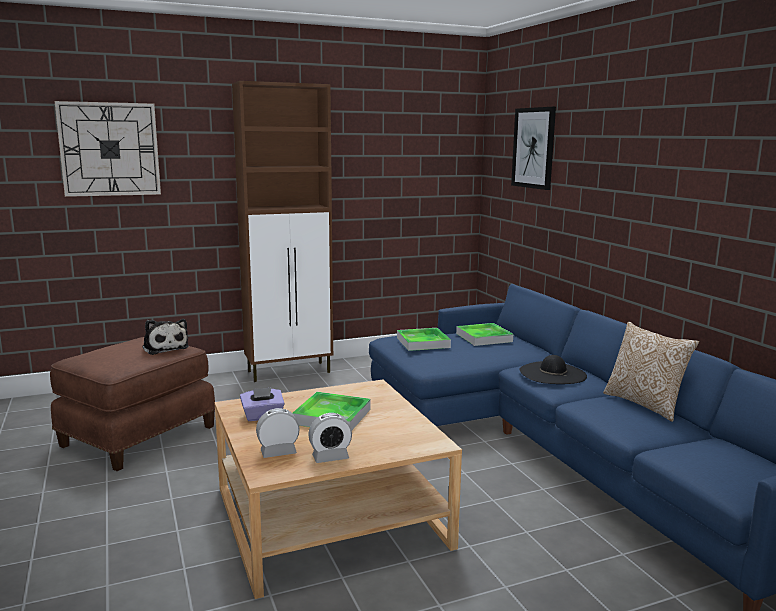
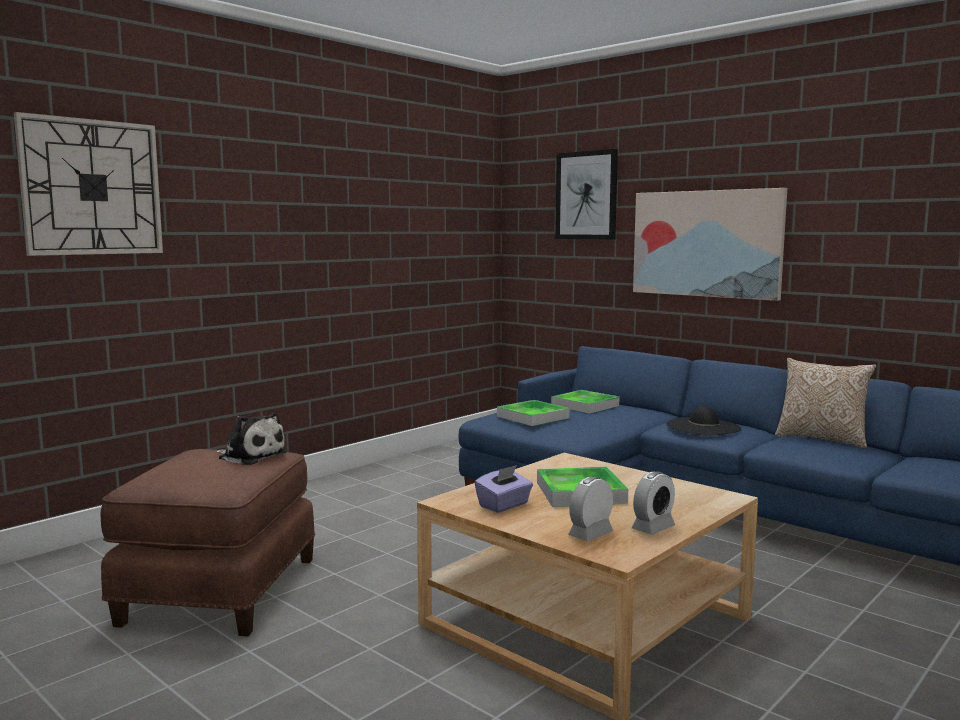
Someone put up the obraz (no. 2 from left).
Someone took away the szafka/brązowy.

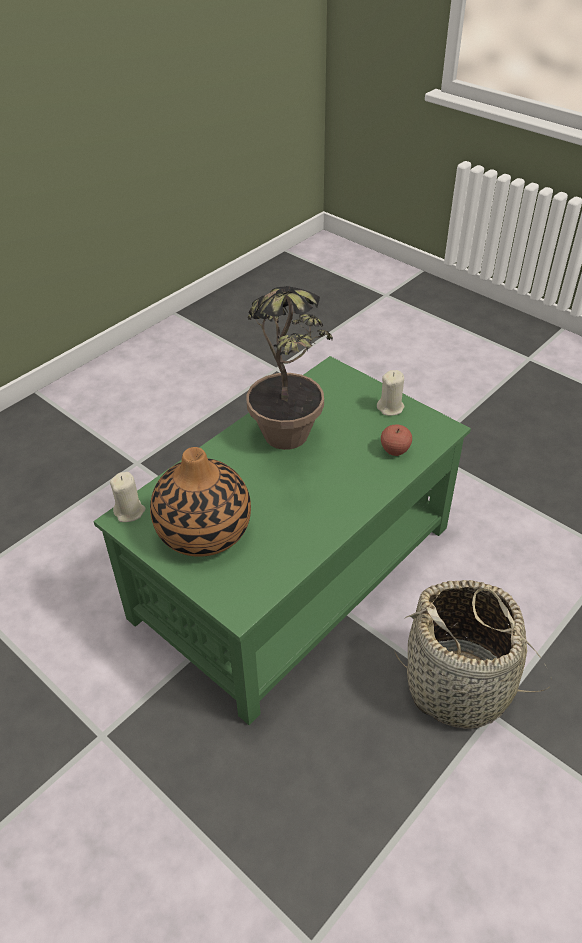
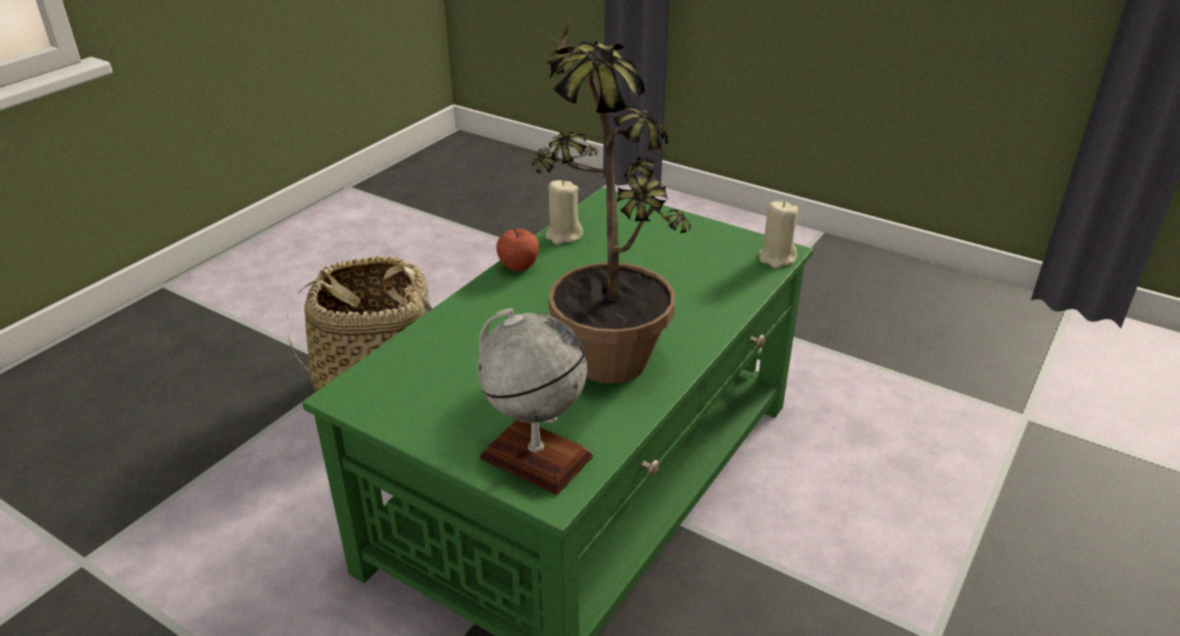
Someone put down the globus.
Someone carried the jabłko.
Someone carried the świeca/beżowy (no. 2 from left in the first image).
Someone took away the wazon.

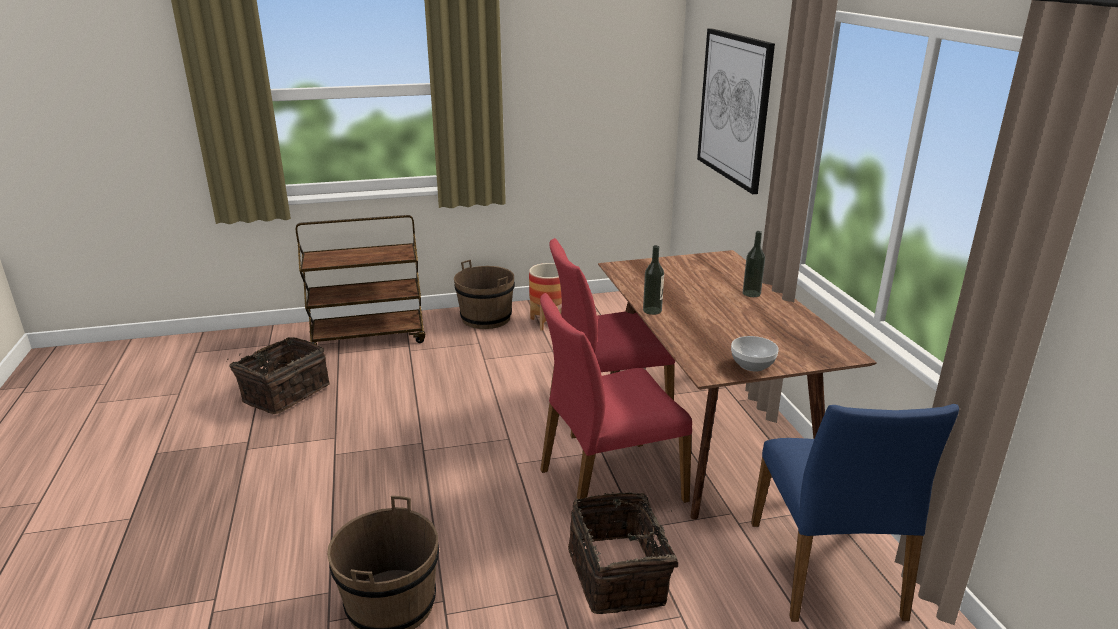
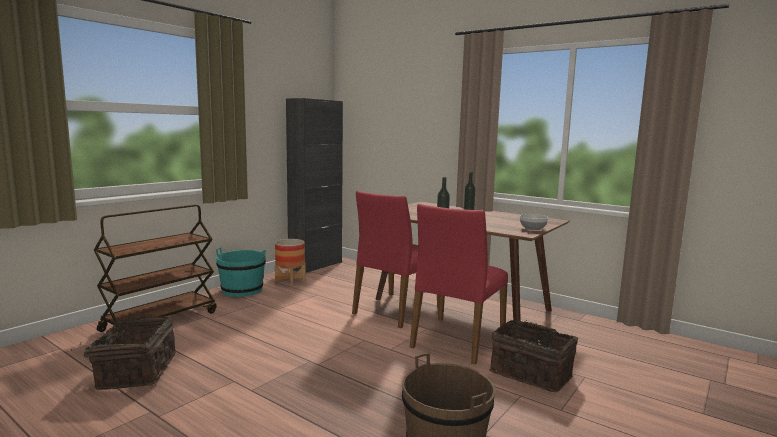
Someone repainted the wiadro/brązowy (no. 2 from left), which became the wiadro/turkusowy.
Someone put down the szafka/czarny.
Someone took away the obraz.
Someone took away the krzesło/niebieski.

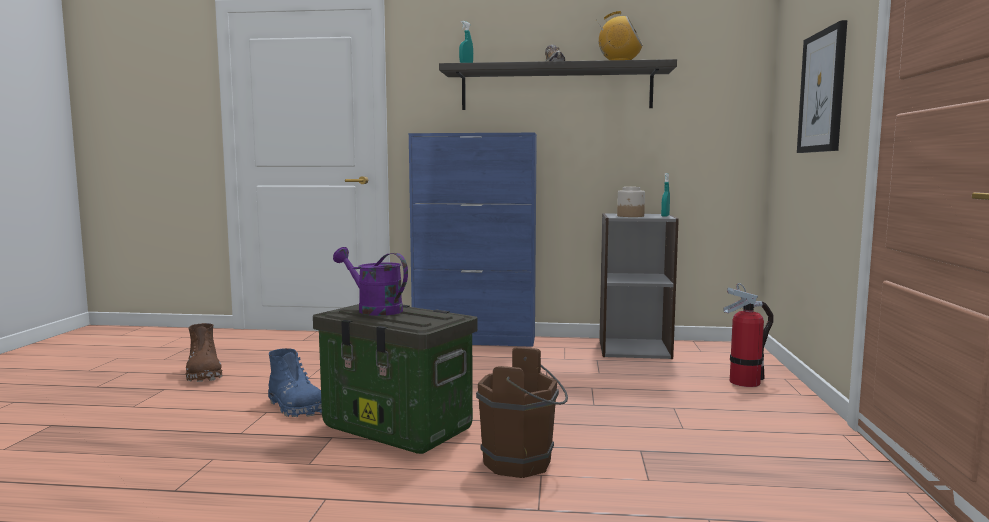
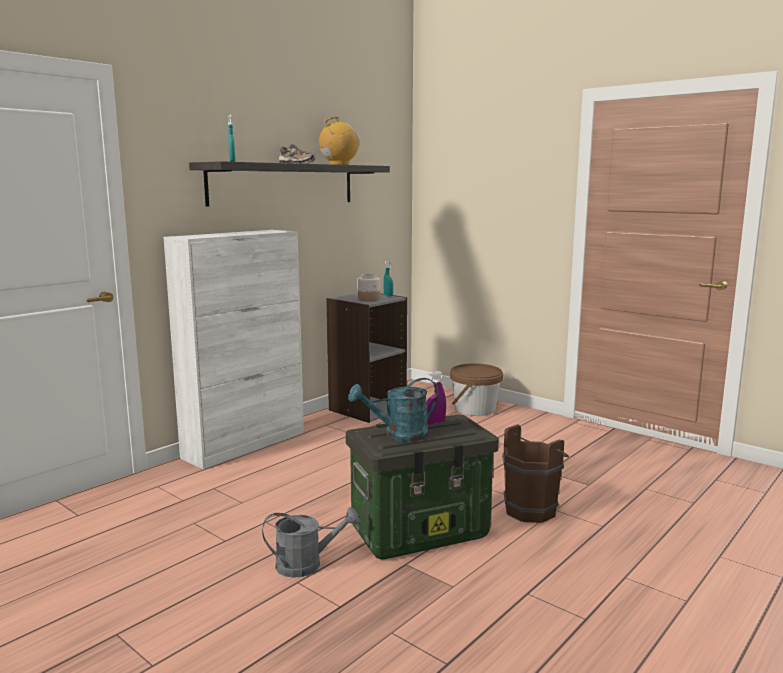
Someone repainted the szafka/niebieski, which became the szafka/biały.
Someone swapped the but z cholewką/niebieski for the konewka/szary.
Someone repainted the konewka/fioletowy, which became the konewka/turkusowy.
Someone put down the spryskiwacz/fioletowy.
Someone swapped the gaśnica for the wiadro/brązowy (no. 1 from left).
Someone took away the but z cholewką/brązowy.
Someone took away the obraz.

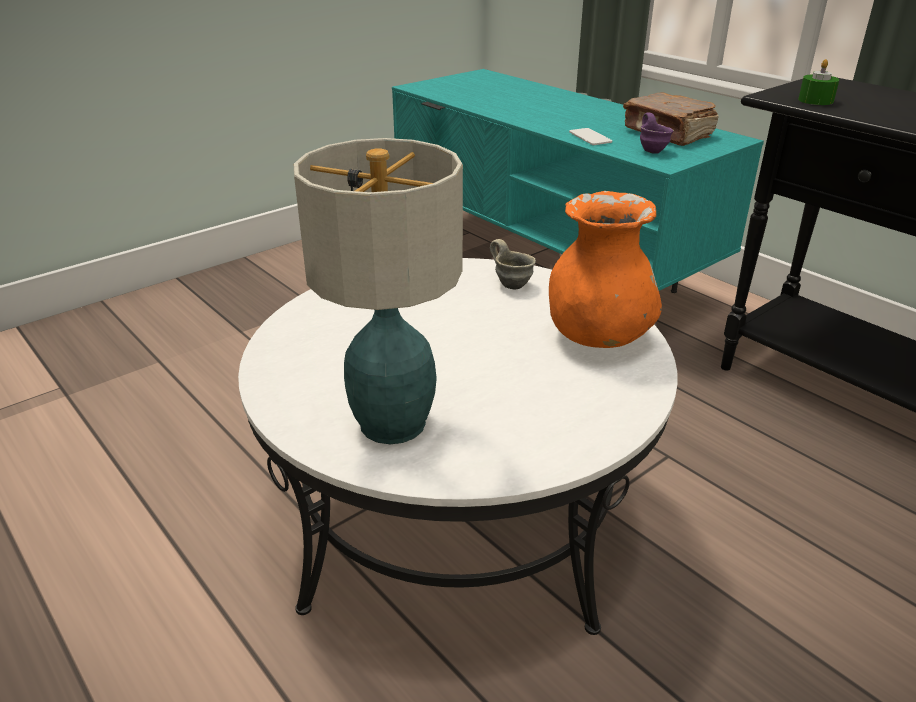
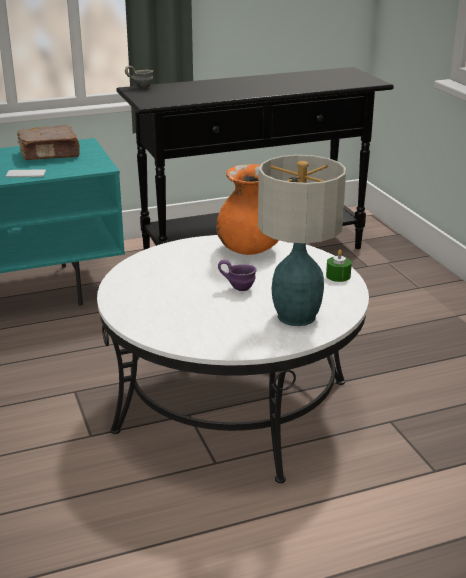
Someone carried the kubek/szary.
Someone carried the kubek/fioletowy.
Someone carried the świeca/zielony.

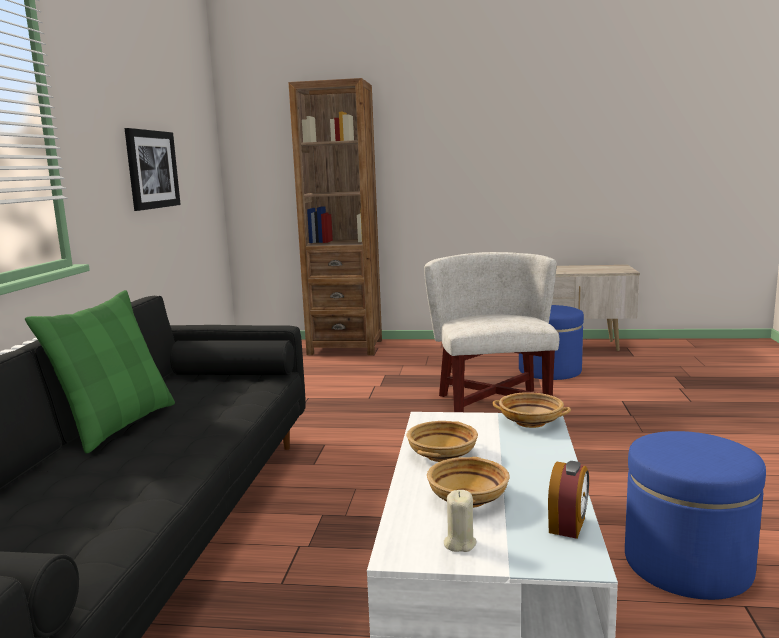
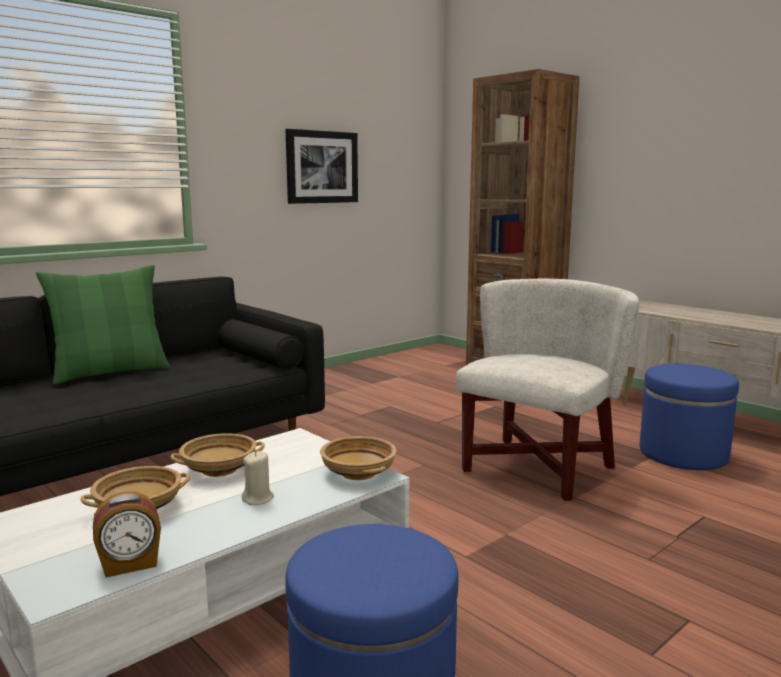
Someone carried the świeca/beżowy.

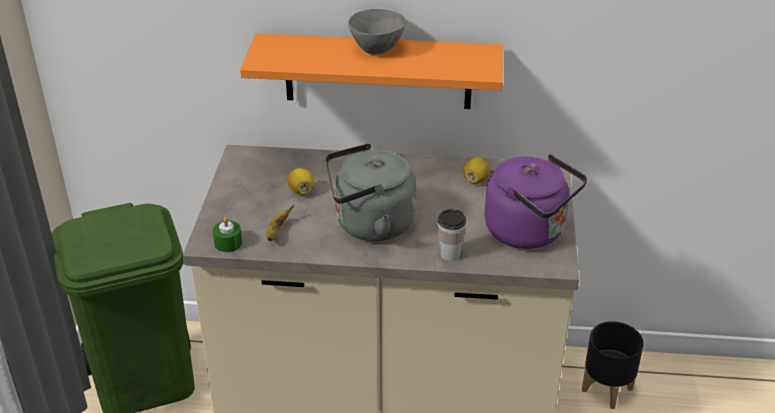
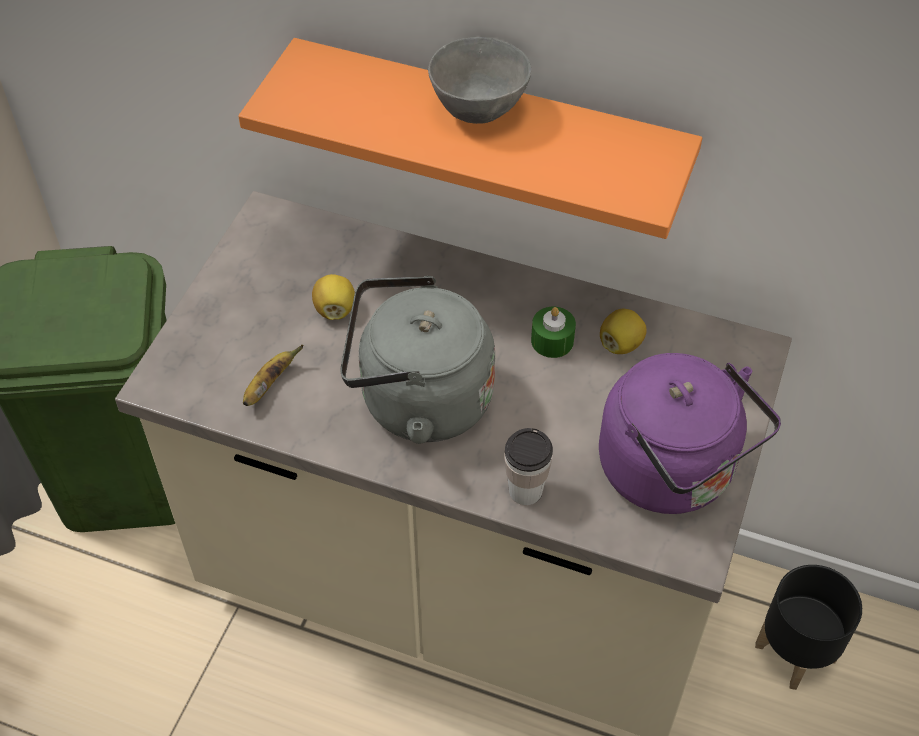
Someone carried the świeca/zielony.

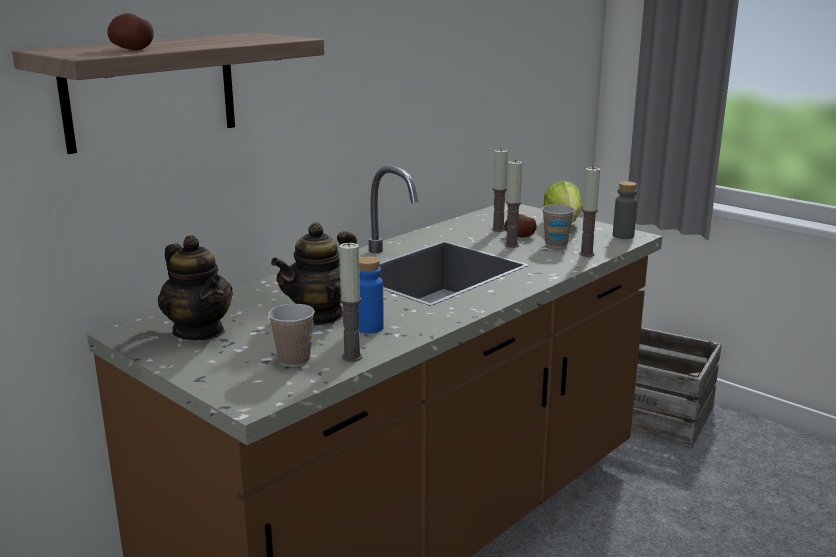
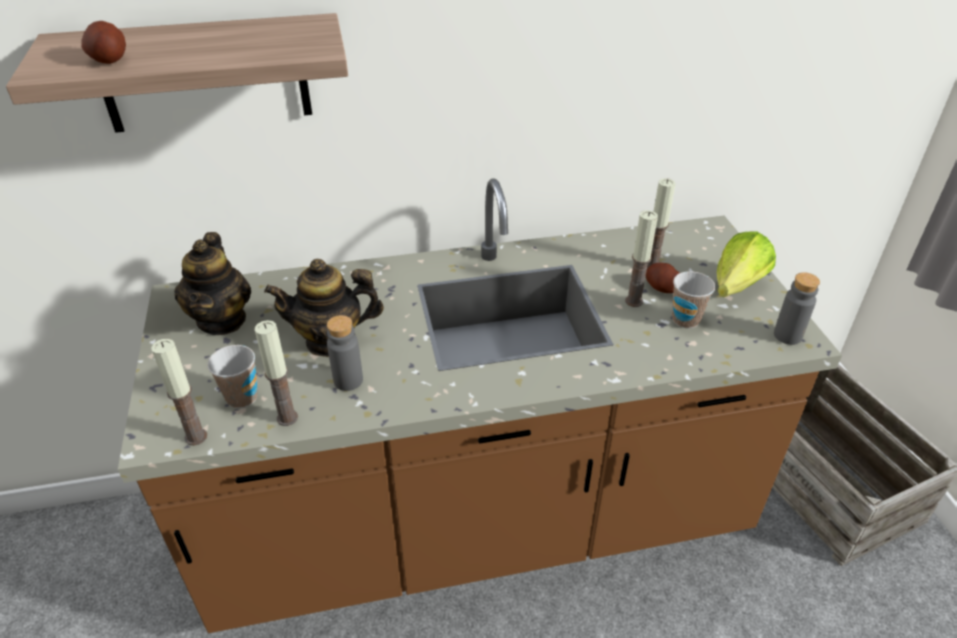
Someone carried the świeca (no. 4 from left in the first image).
Someone repainted the butelka/niebieski, which became the butelka/szary (no. 1 from left).

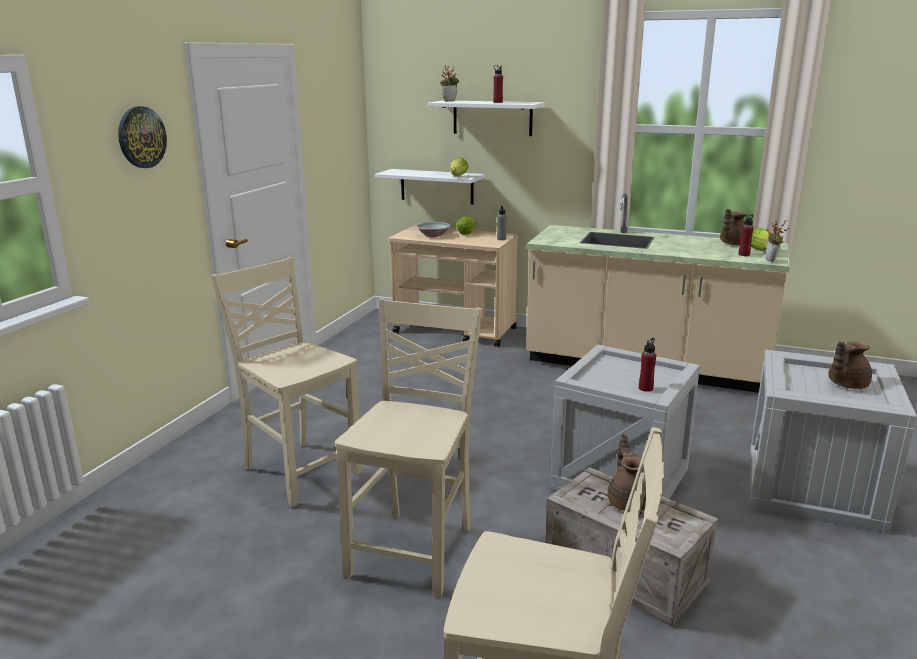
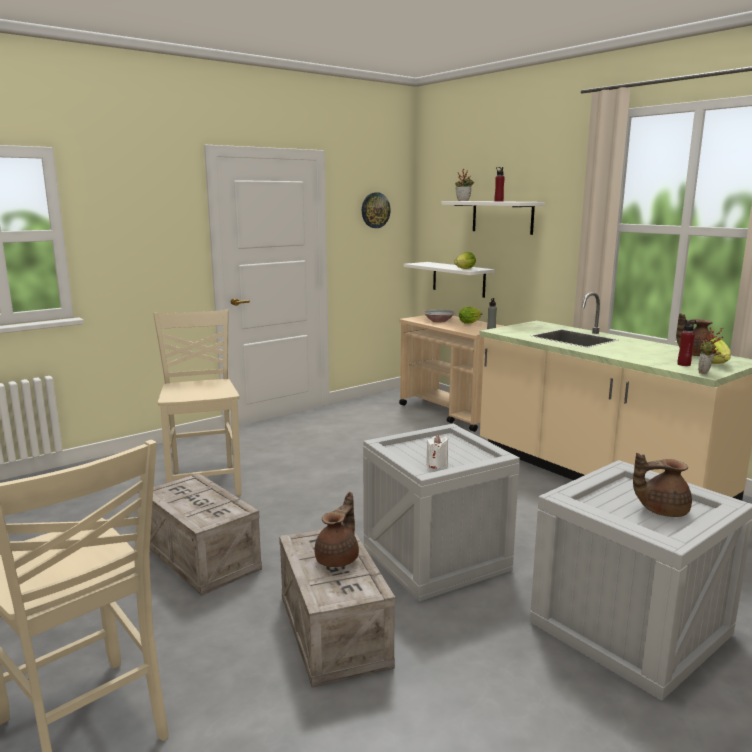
Someone swapped the krzesło/beżowy (no. 2 from left) for the skrzynka (no. 1 from left).
Someone carried the zegar ścienny.
Someone swapped the butelka/czerwony (no. 2 from left) for the świeca/biały.

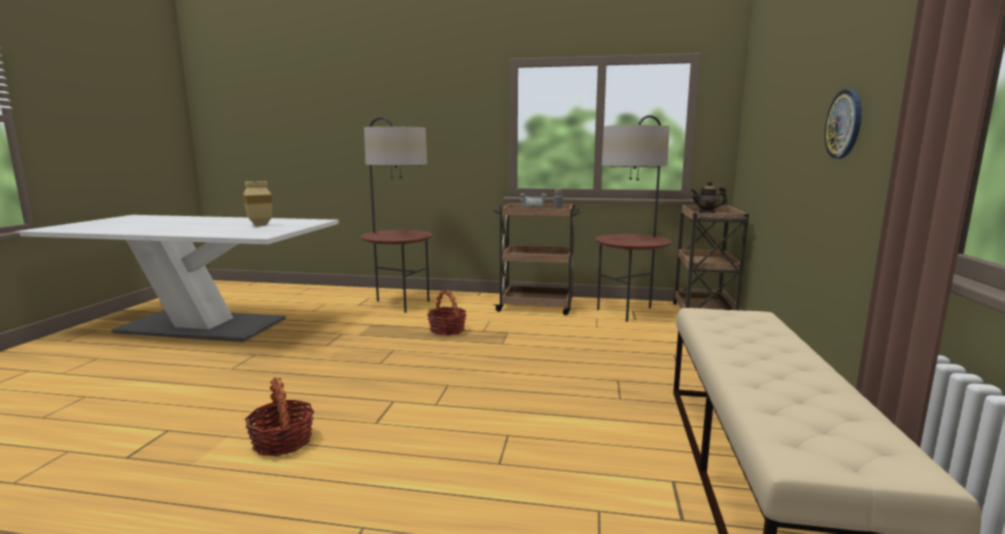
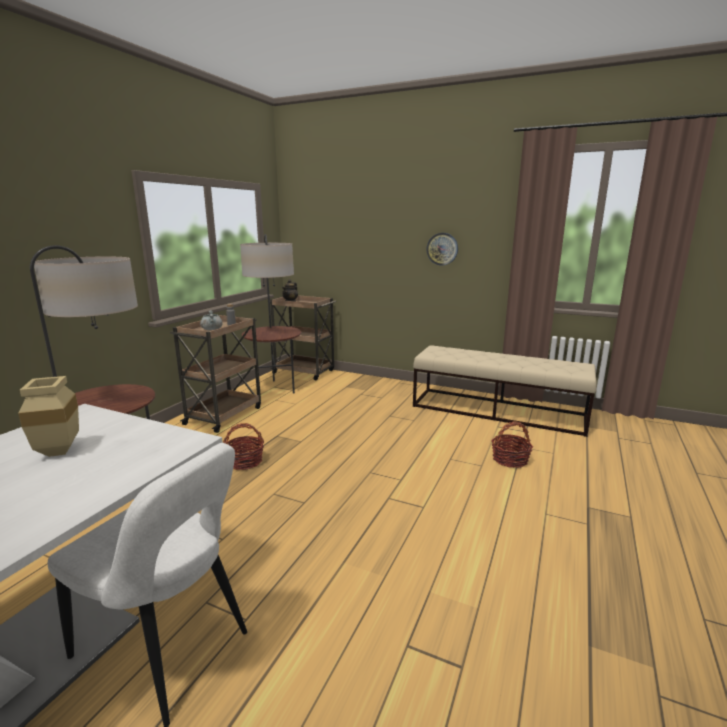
Someone put down the krzesło/biały.
Someone carried the koszyk (no. 1 from left in the first image).

